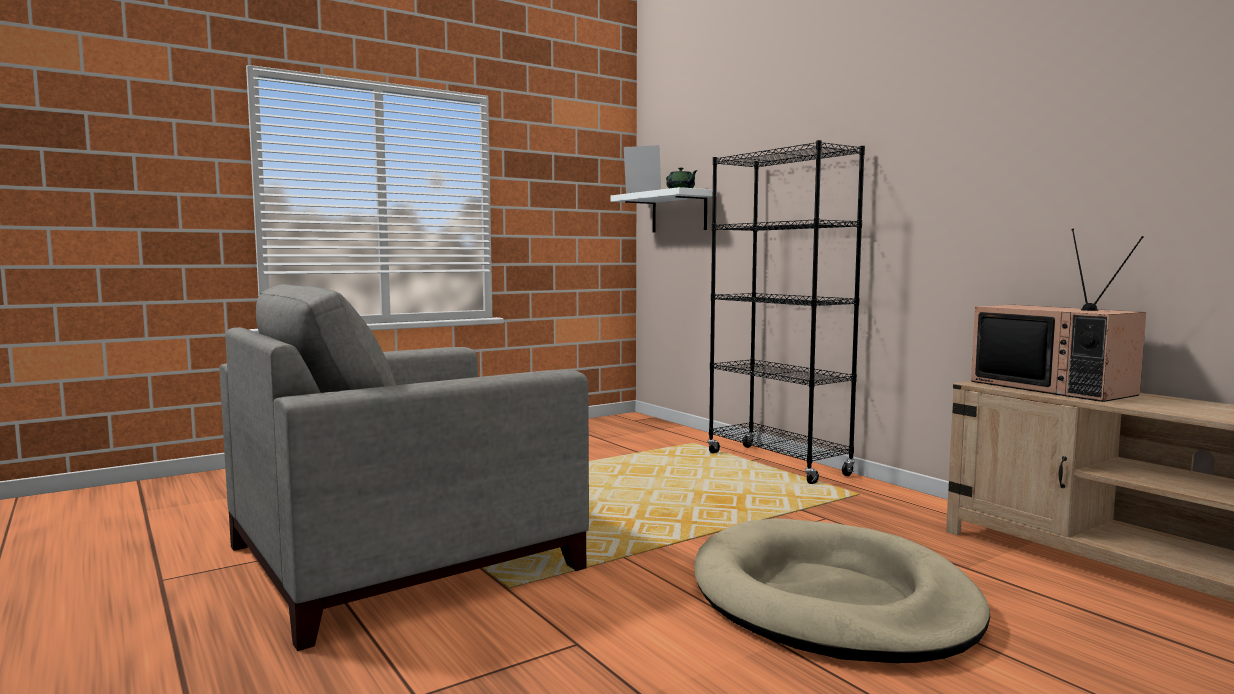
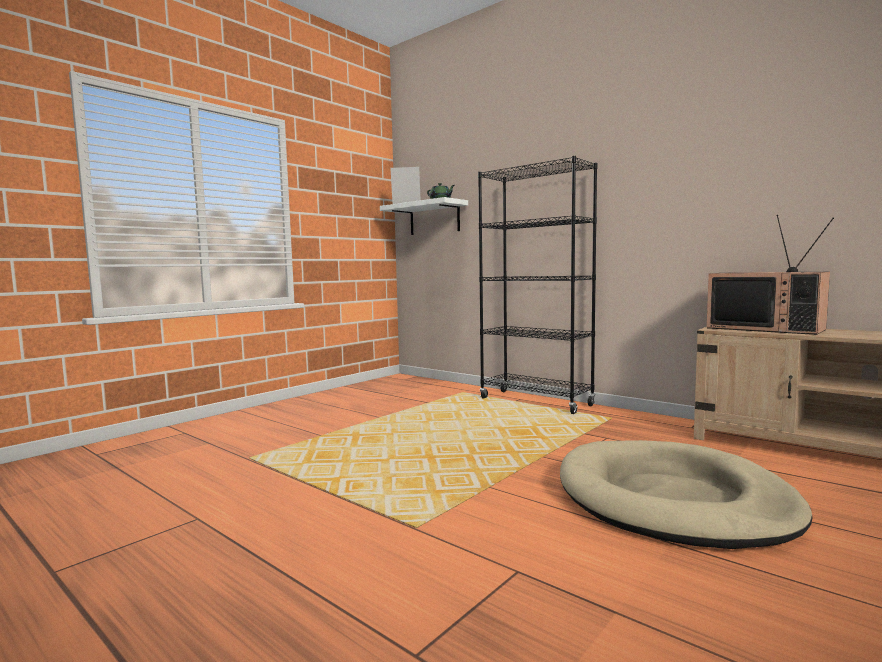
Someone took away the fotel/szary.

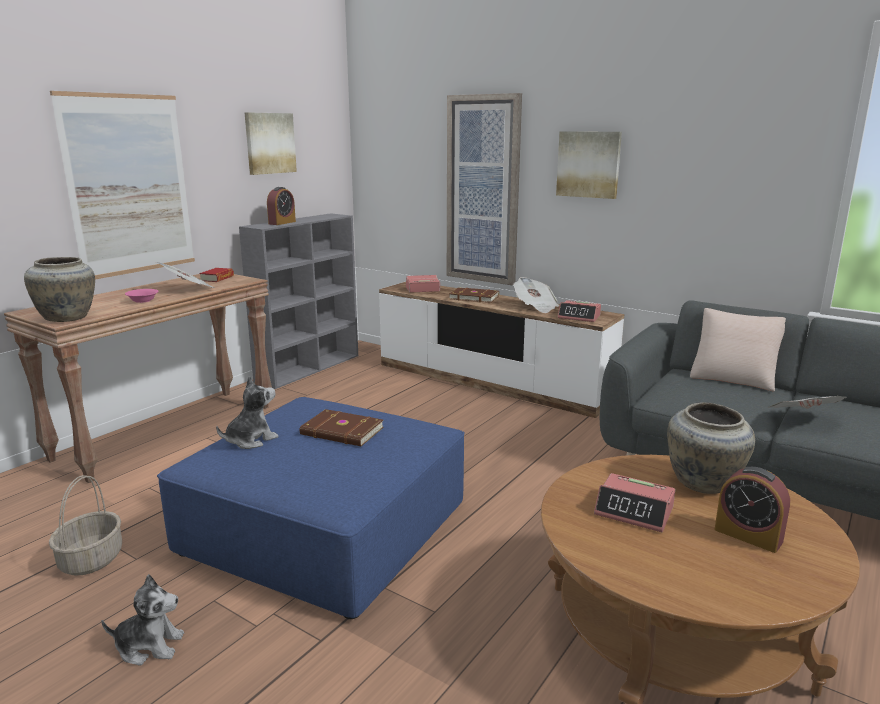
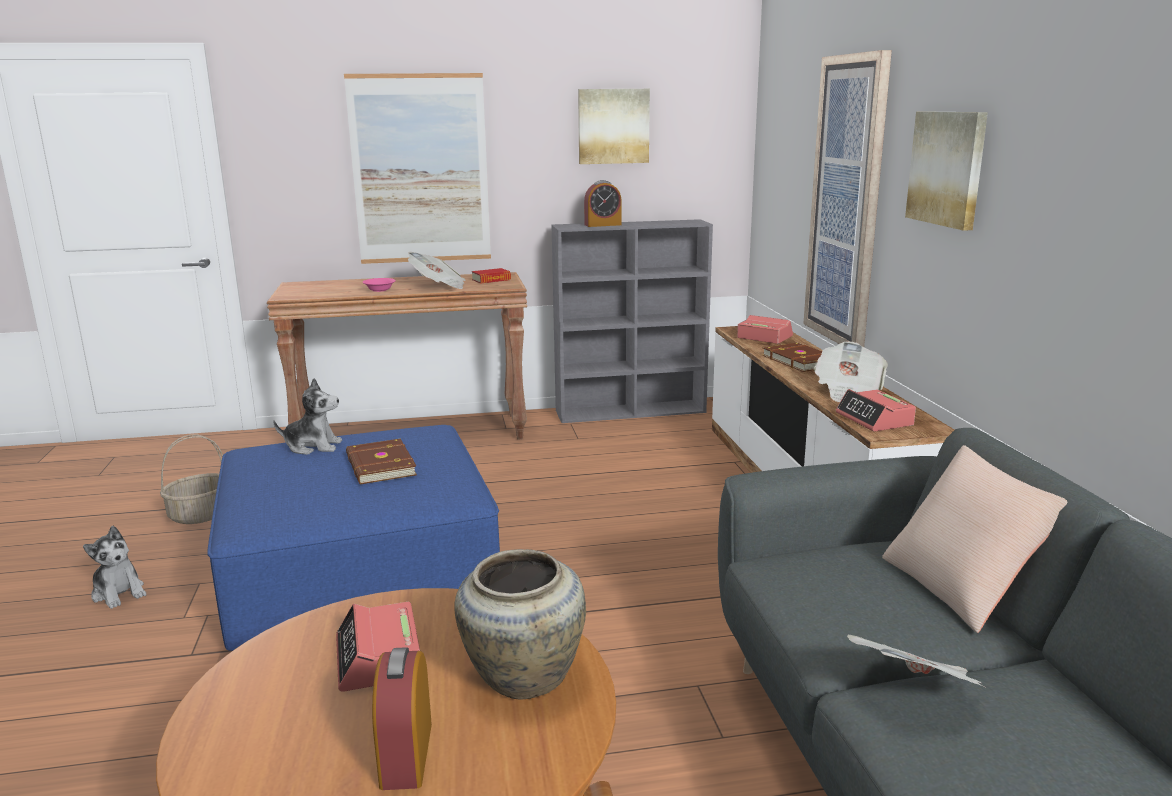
Someone took away the wazon/beżowy (no. 1 from left).

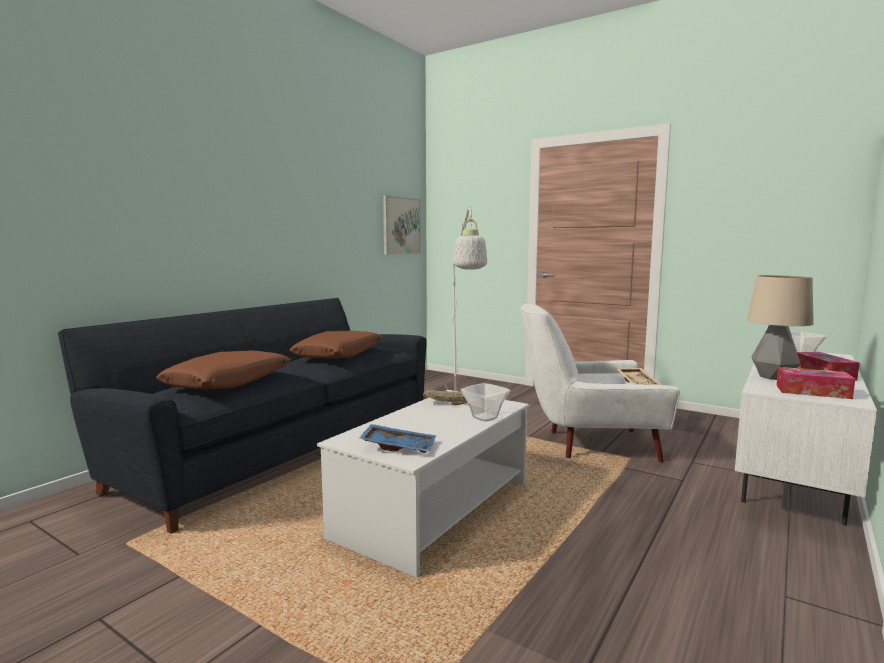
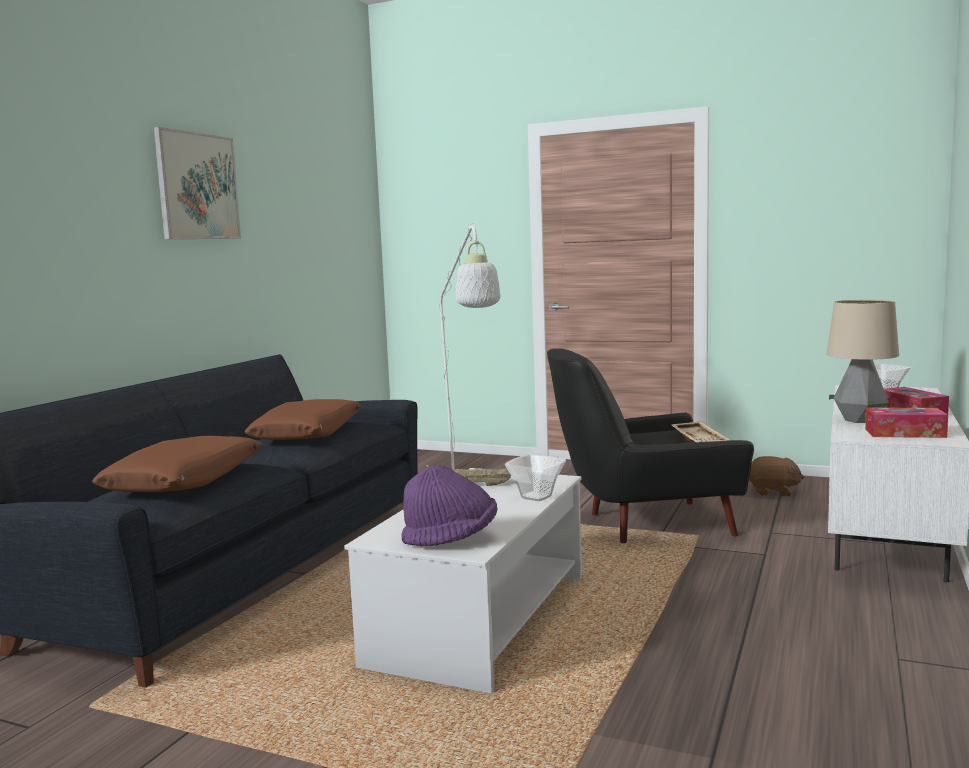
Someone carried the obraz.
Someone swapped the taca/niebieski for the kapelusz/fioletowy.
Someone repainted the fotel/biały, which became the fotel/czarny.
Someone put down the pluszak/brązowy.

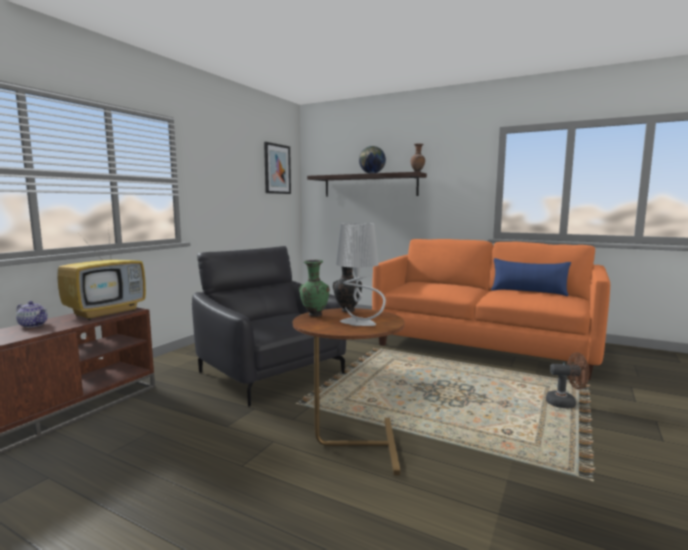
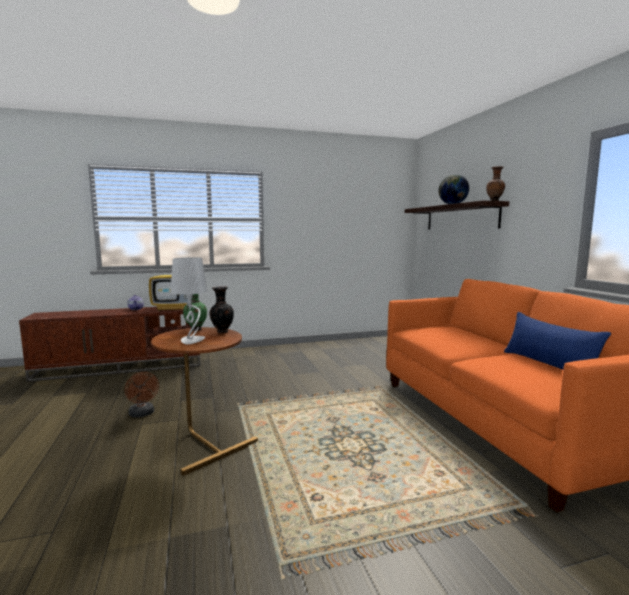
Someone carried the wentylator/brązowy.
Someone took away the fotel/czarny.
Someone took away the obraz.

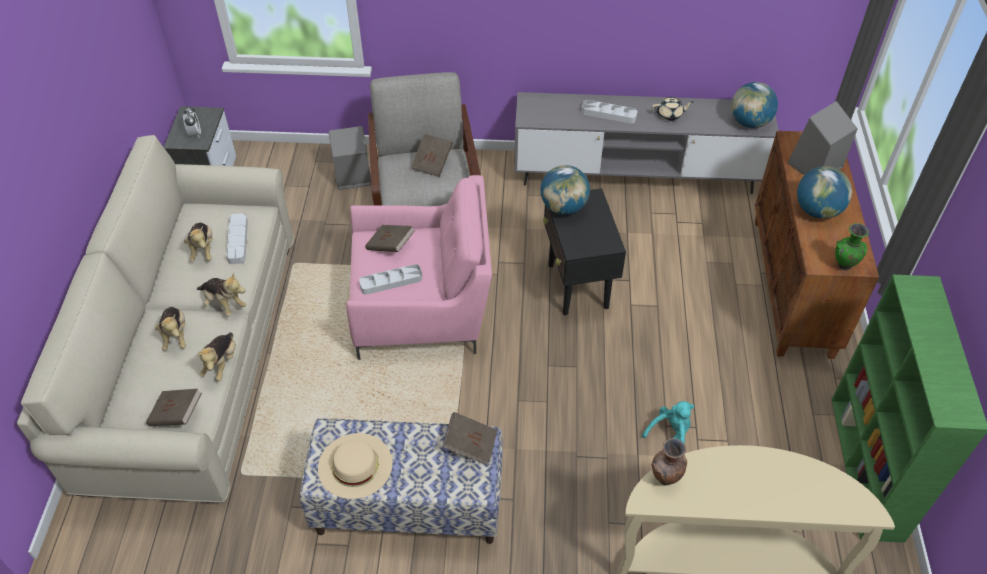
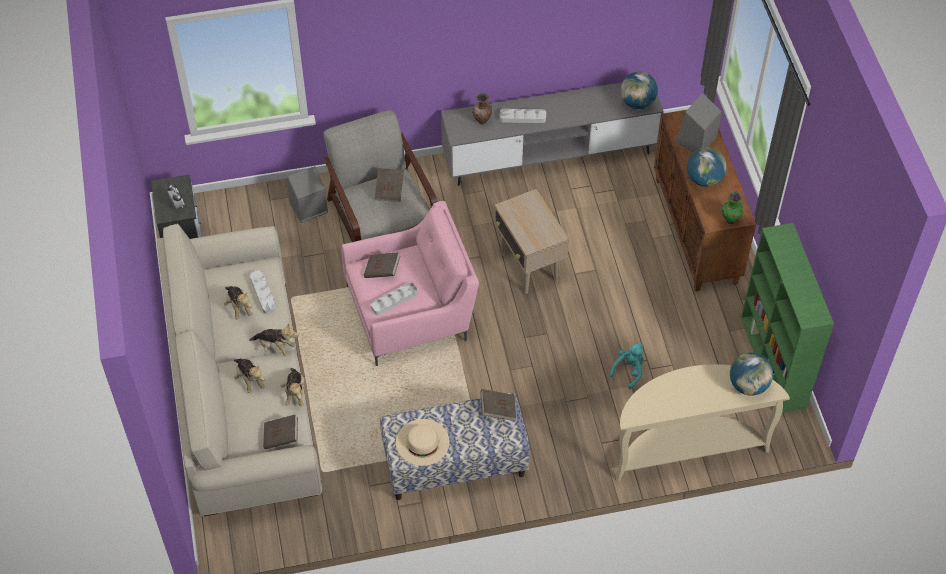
Someone carried the wazon/brązowy.
Someone repainted the stolik/czarny, which became the stolik/beżowy.
Someone carried the globus (no. 1 from left in the first image).
Someone took away the imbryk/beżowy.

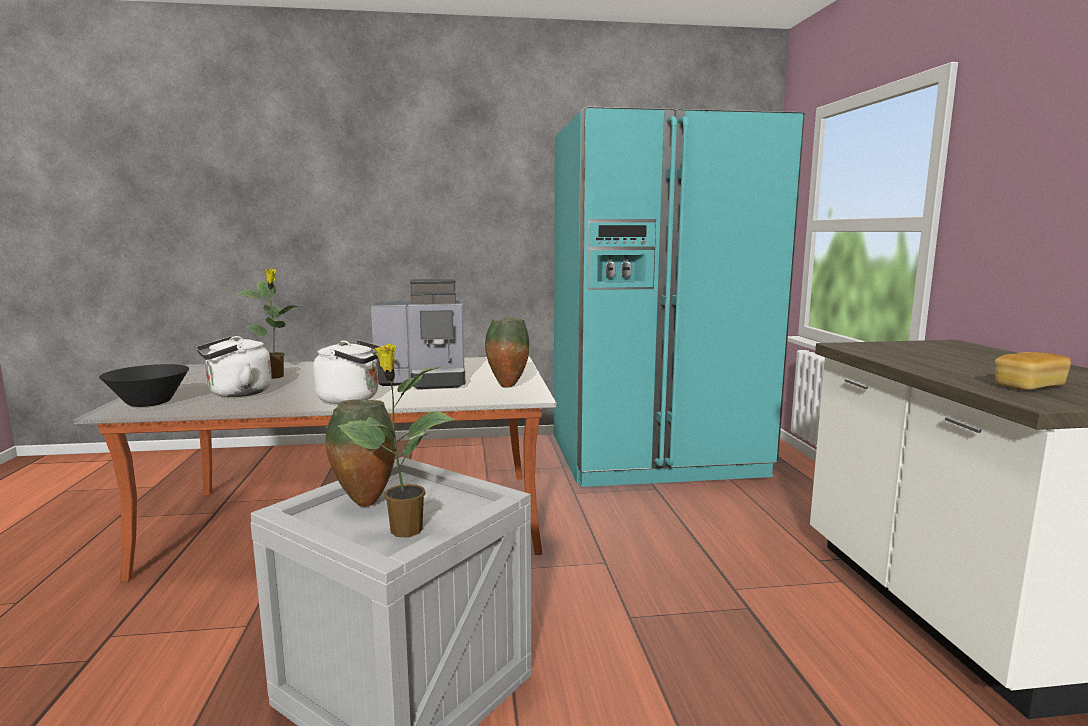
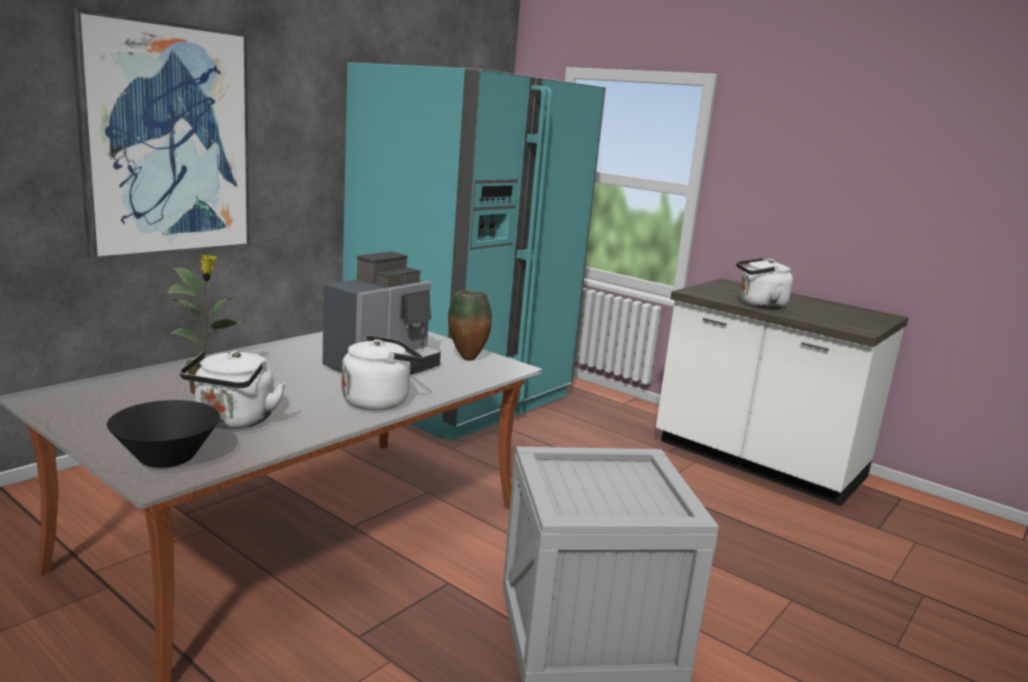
Someone put up the obraz.
Someone put down the czajnik/biały (no. 3 from left).
Someone took away the wazon (no. 1 from left).
Someone took away the roślina doniczkowa (no. 2 from left).
Someone took away the chleb.

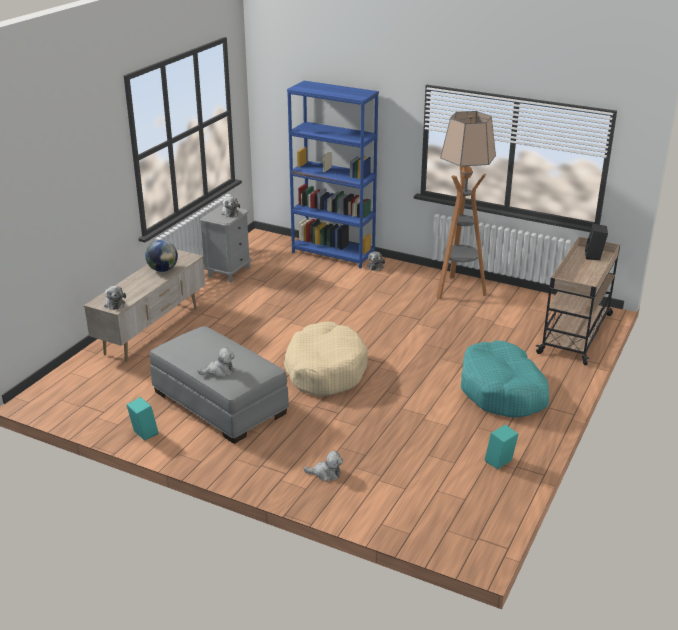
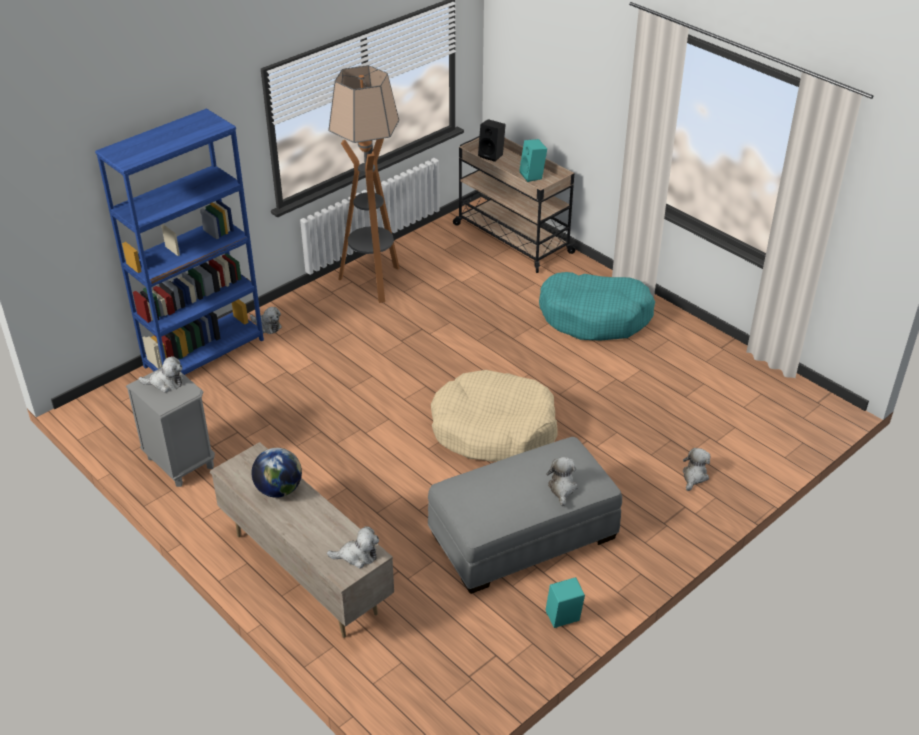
Someone carried the głośnik/turkusowy (no. 2 from left in the first image).

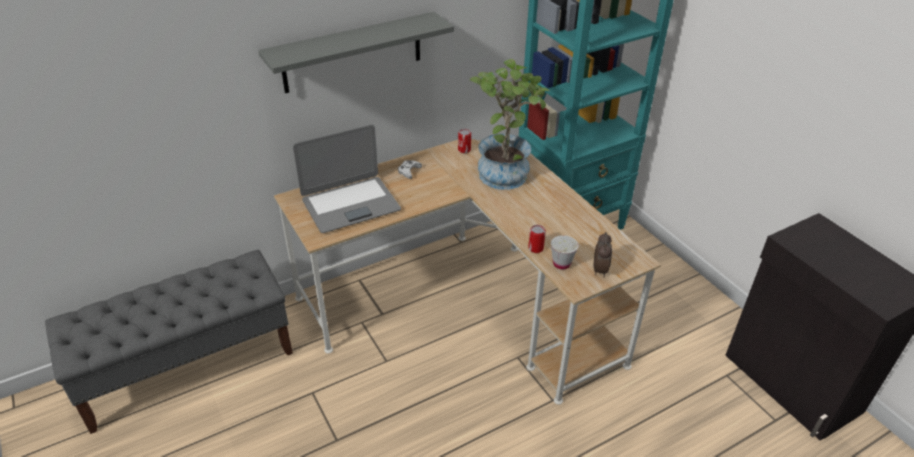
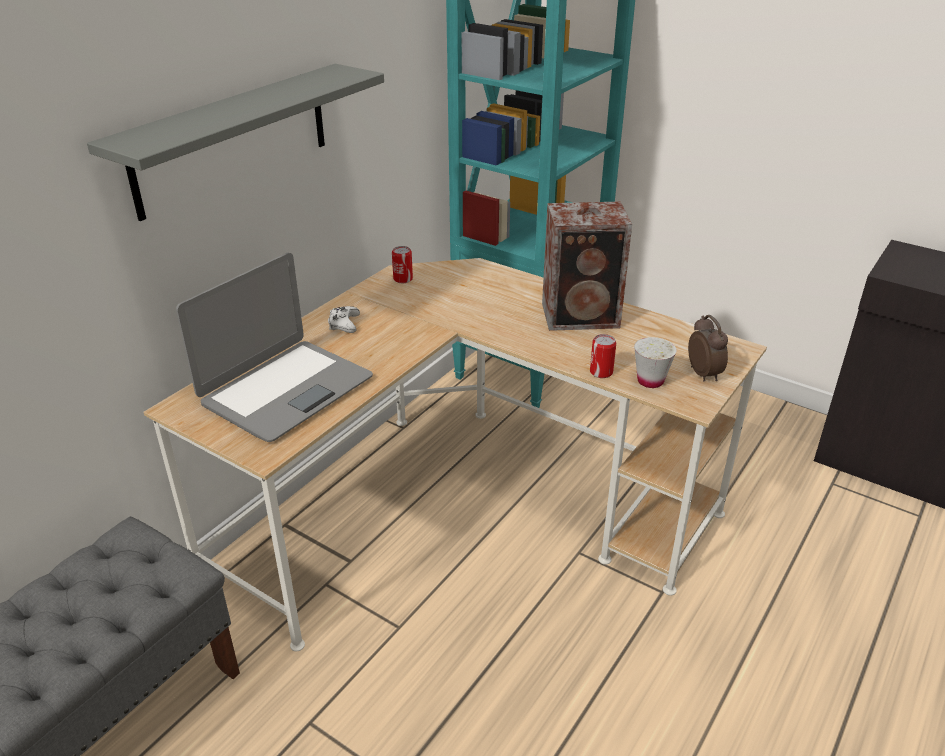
Someone put down the głośnik.
Someone took away the roślina doniczkowa.

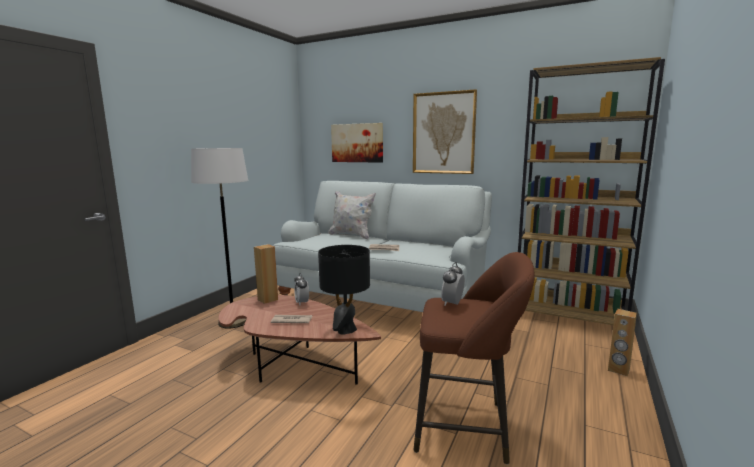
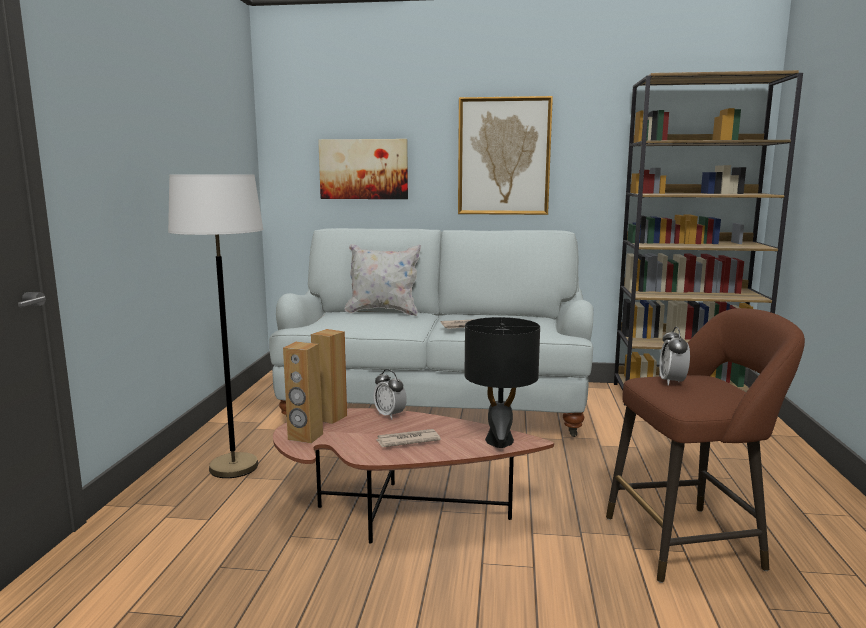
Someone carried the głośnik/brązowy (no. 2 from left in the first image).

